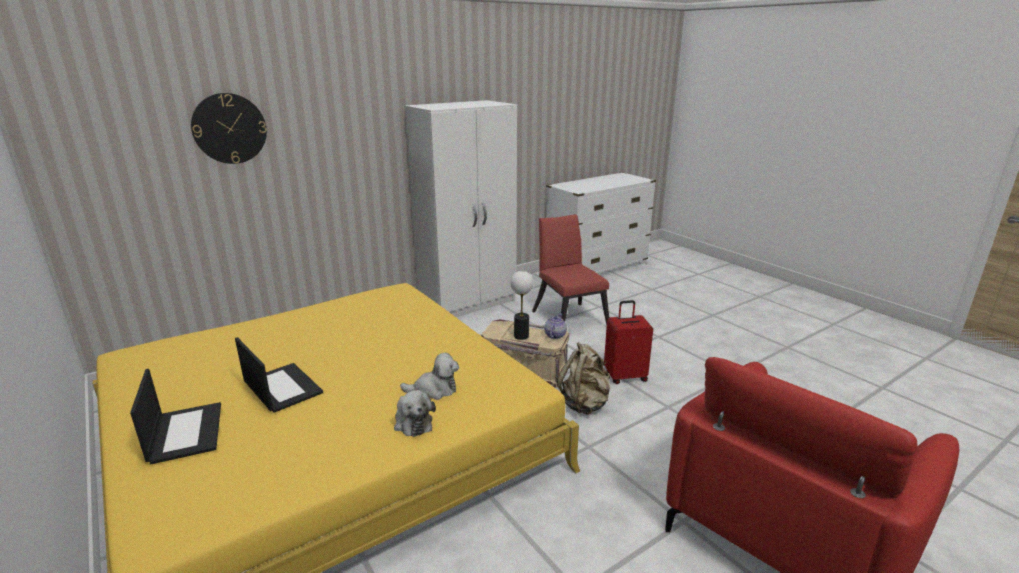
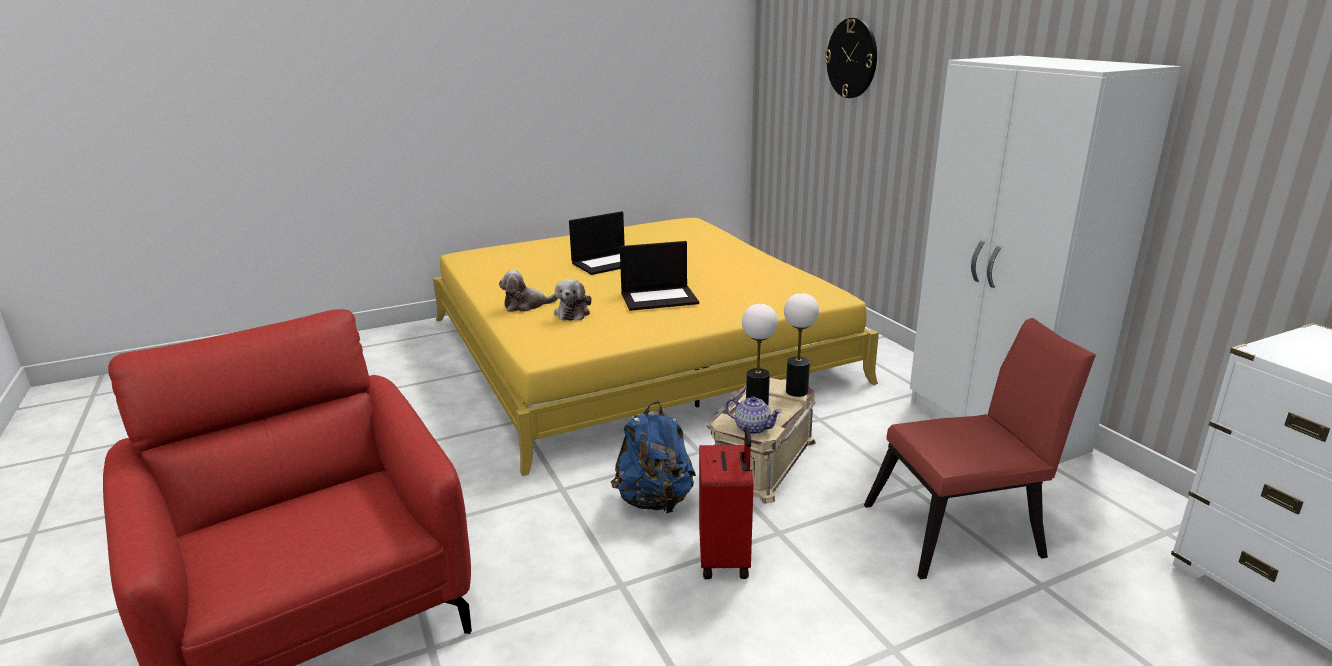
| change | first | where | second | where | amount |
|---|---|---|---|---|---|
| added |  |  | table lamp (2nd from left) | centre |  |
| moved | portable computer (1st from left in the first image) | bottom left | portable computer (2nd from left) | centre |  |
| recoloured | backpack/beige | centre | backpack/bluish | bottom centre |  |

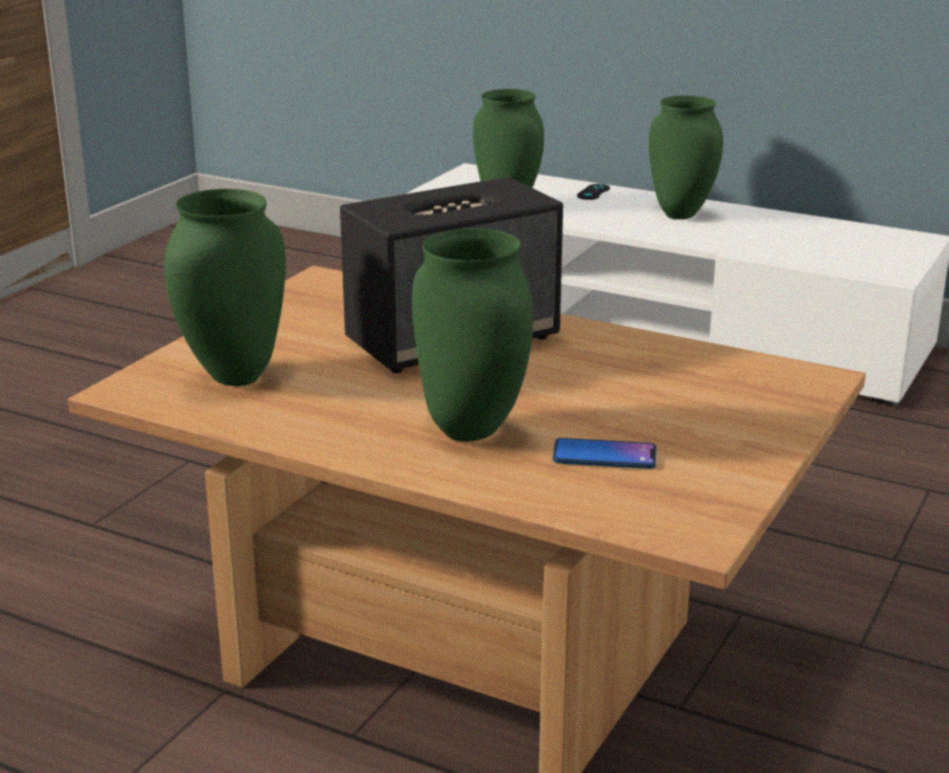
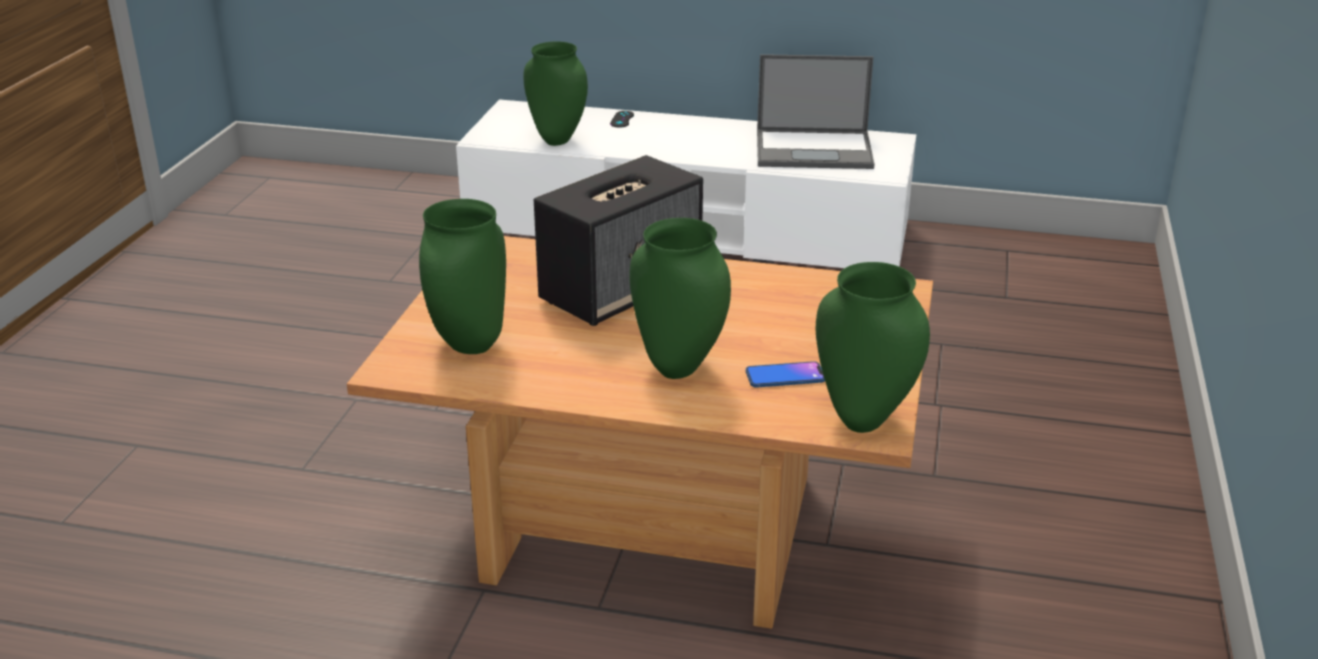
| change | first | where | second | where | amount |
|---|---|---|---|---|---|
| added |  |  | portable computer | top centre |  |
| moved | decorative vase/green-coloured (4th from left) | top right |  | centre |  |

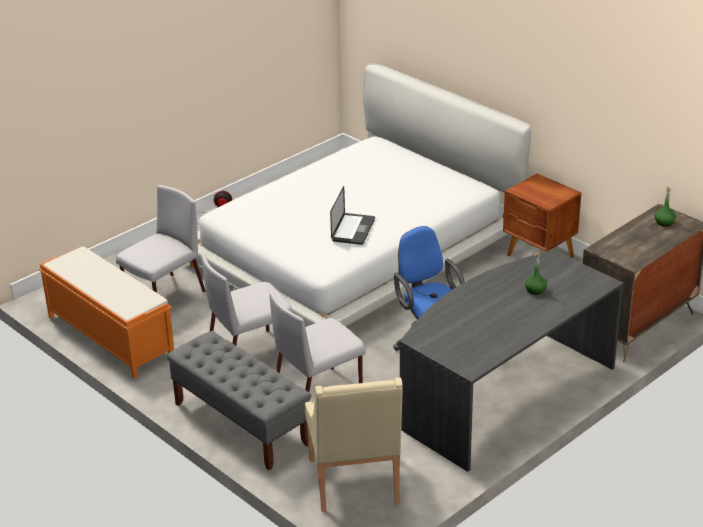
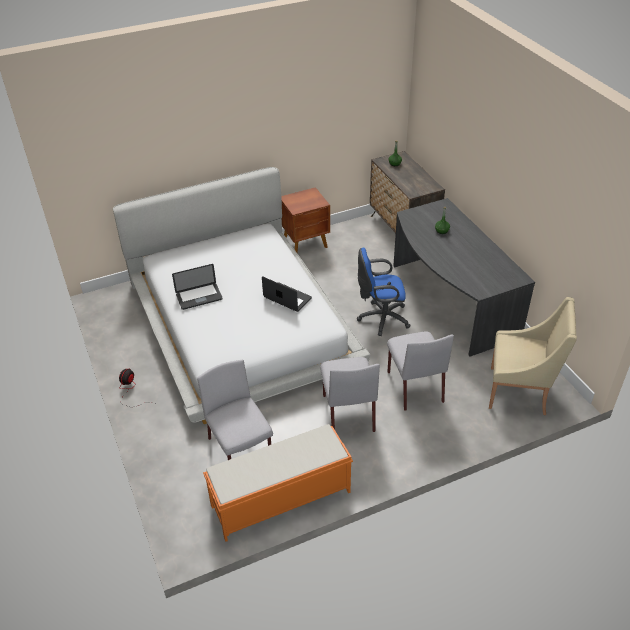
| change | first | where | second | where | amount |
|---|---|---|---|---|---|
| removed | bench/grey | bottom centre |  |  |  |
| added |  |  | portable computer (1st from left) | middle left |  |

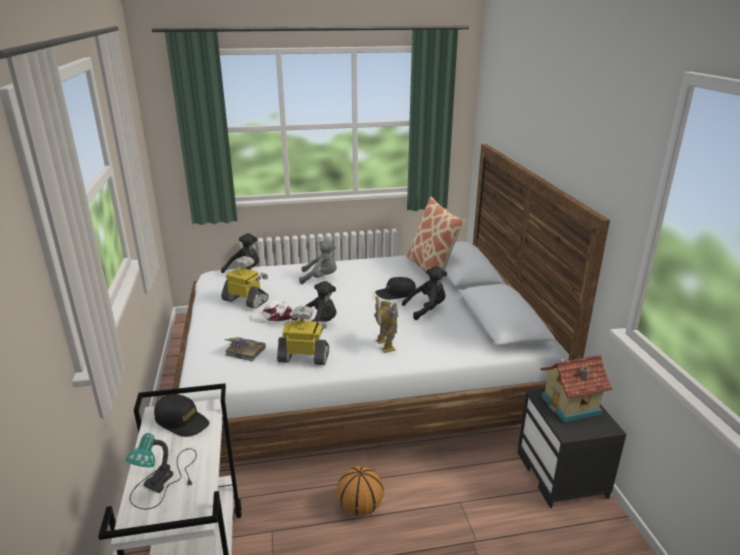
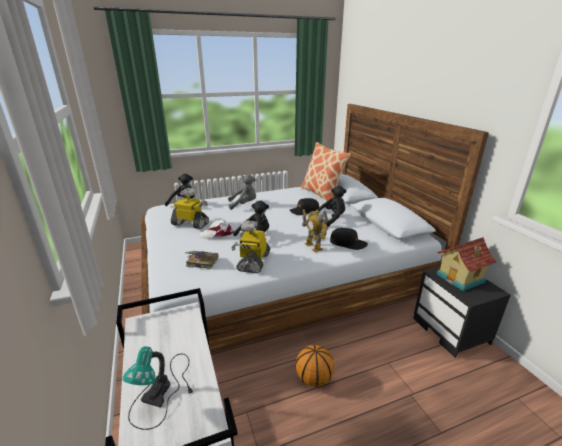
| change | first | where | second | where | amount |
|---|---|---|---|---|---|
| moved | baseball cap/blackish (1st from left in the first image) | bottom left | baseball cap/blackish (2nd from left) | centre |  |
| turned | model robot (2nd from left) | centre |  | centre | 75 degrees counterclockwise |

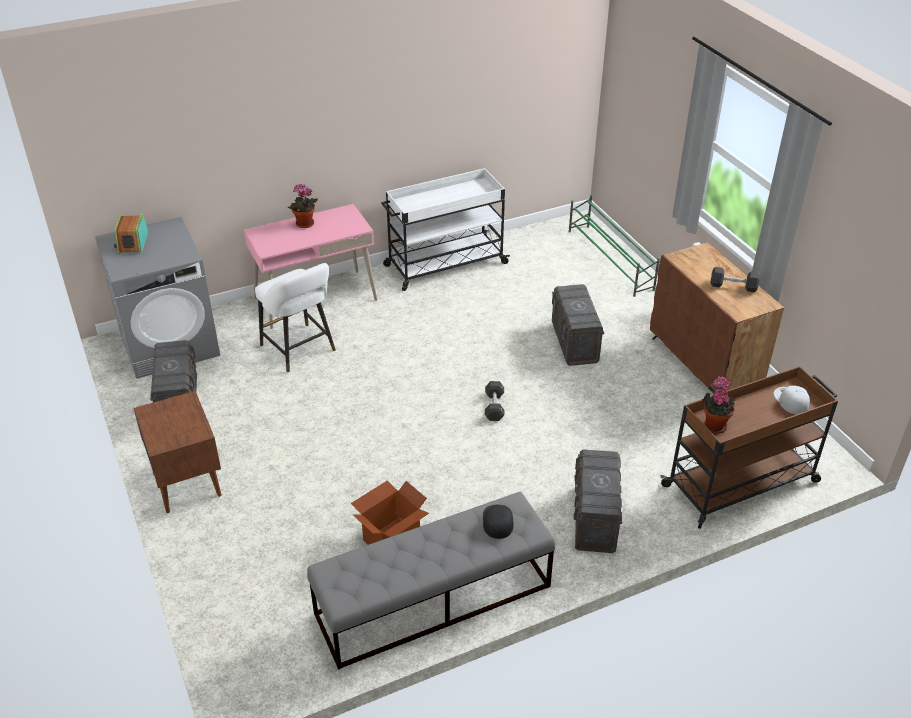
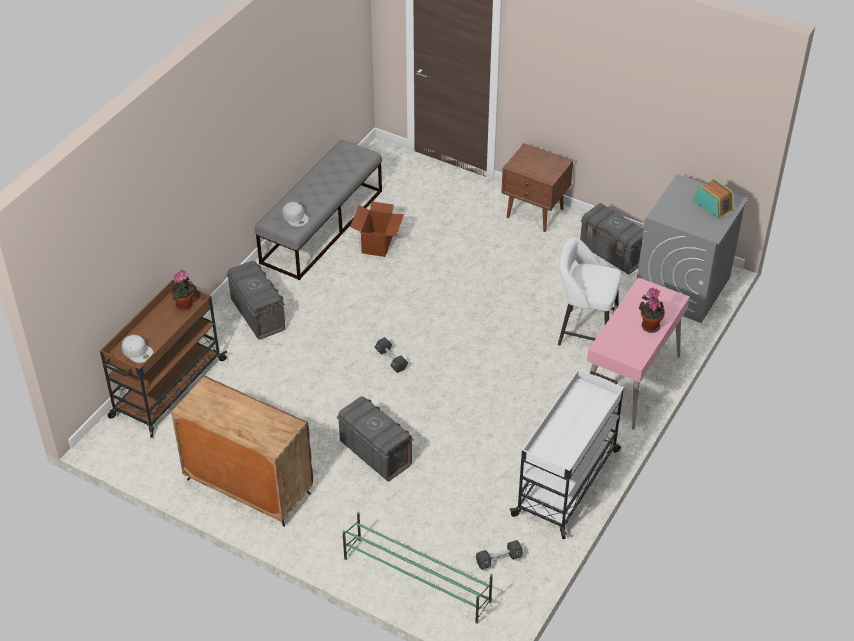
| change | first | where | second | where | amount |
|---|---|---|---|---|---|
| moved | dumbbell/blackish (2nd from left) | middle right |  | bottom centre |  |
| recoloured | baseball cap/blackish | bottom centre | baseball cap/whitish (2nd from left) | centre |  |

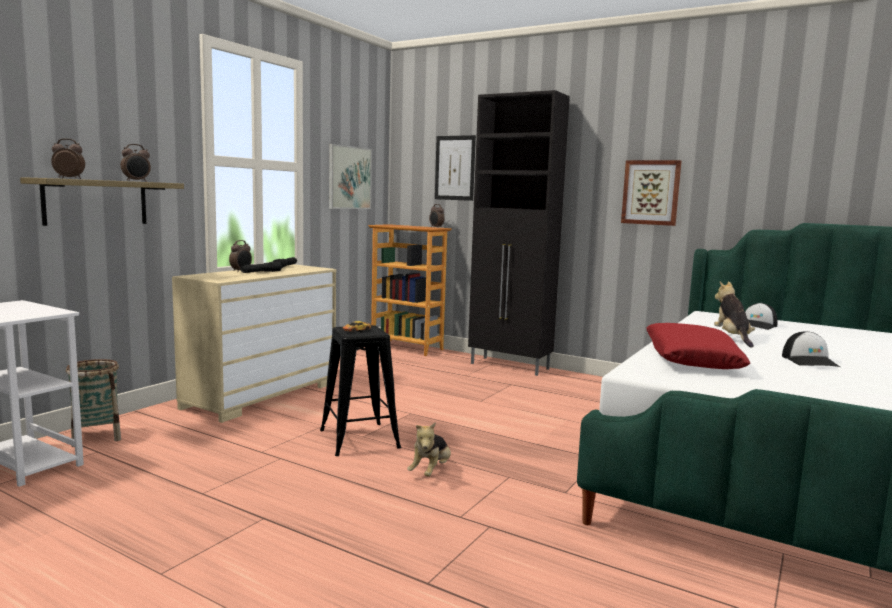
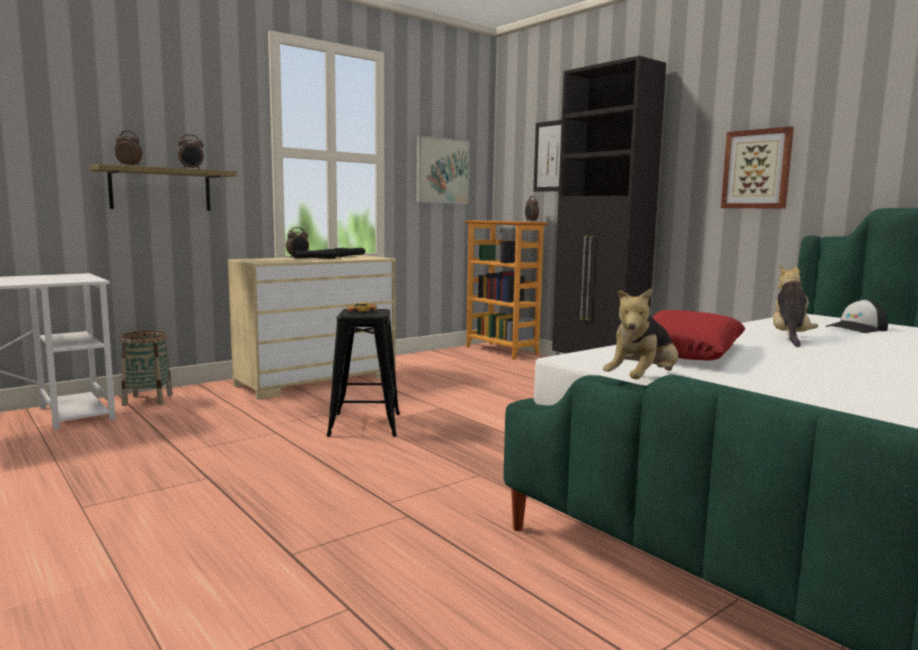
| change | first | where | second | where | amount |
|---|---|---|---|---|---|
| removed | baseball cap (2nd from left) | middle right |  |  |  |
| moved | plush toy (1st from left) | bottom centre |  | middle right |  |

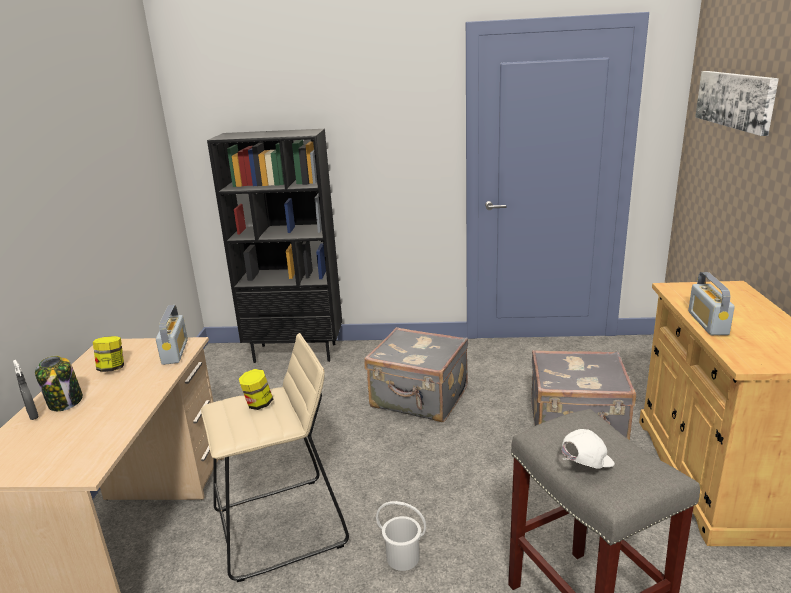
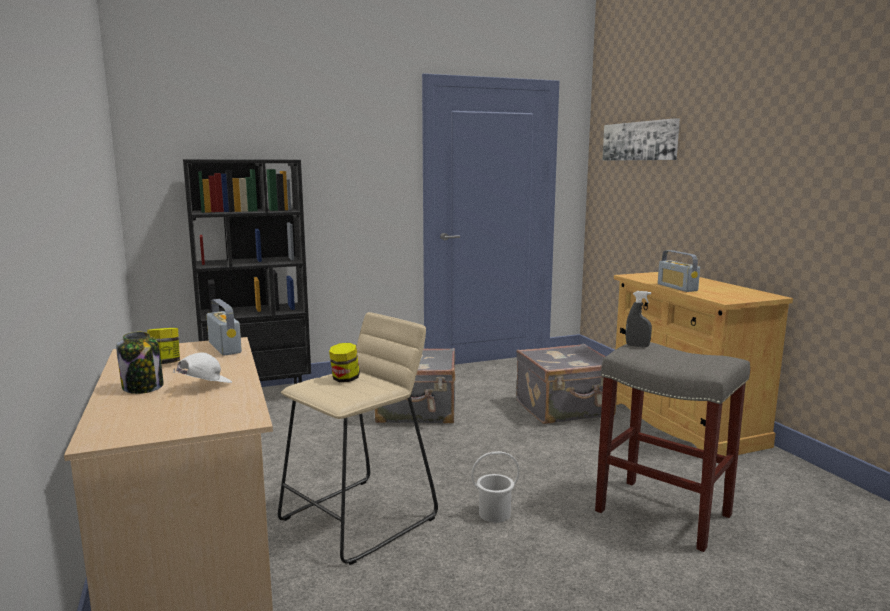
| change | first | where | second | where | amount |
|---|---|---|---|---|---|
| moved | spray bottle/grey | middle left |  | middle right |  |
| moved | baseball cap/whitish | bottom right |  | middle left |  |

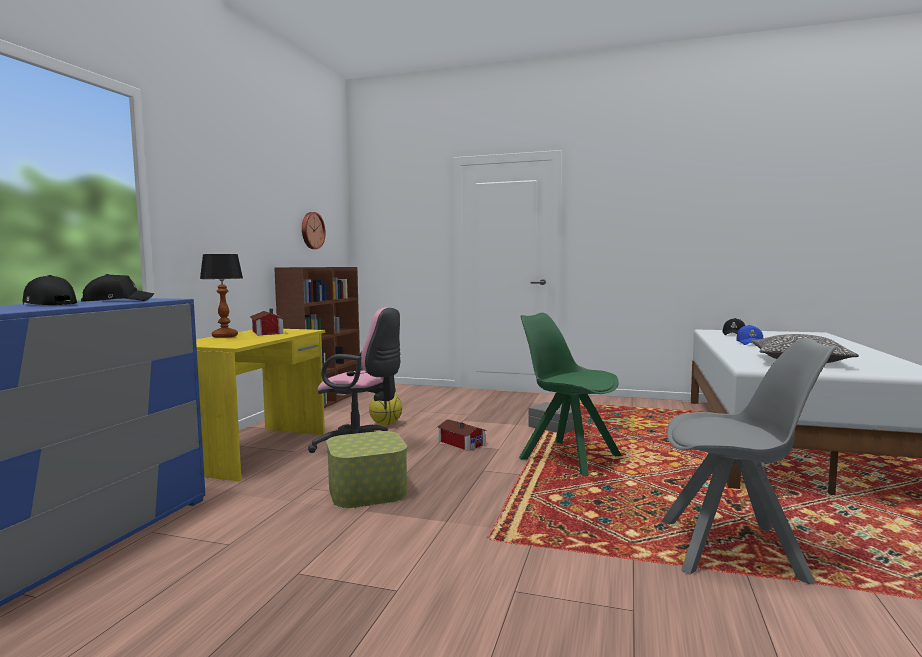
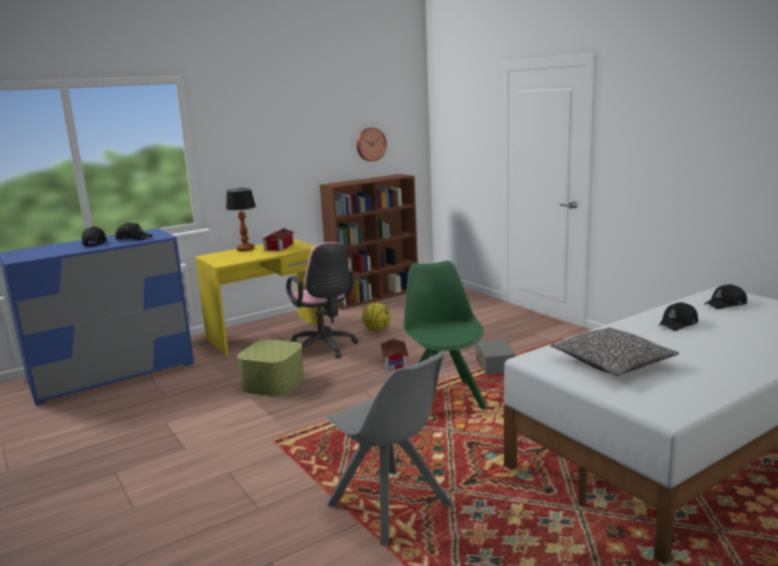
| change | first | where | second | where | amount |
|---|---|---|---|---|---|
| recoloured | baseball cap/bluish | middle right | baseball cap/blackish (3rd from left) | middle right |  |

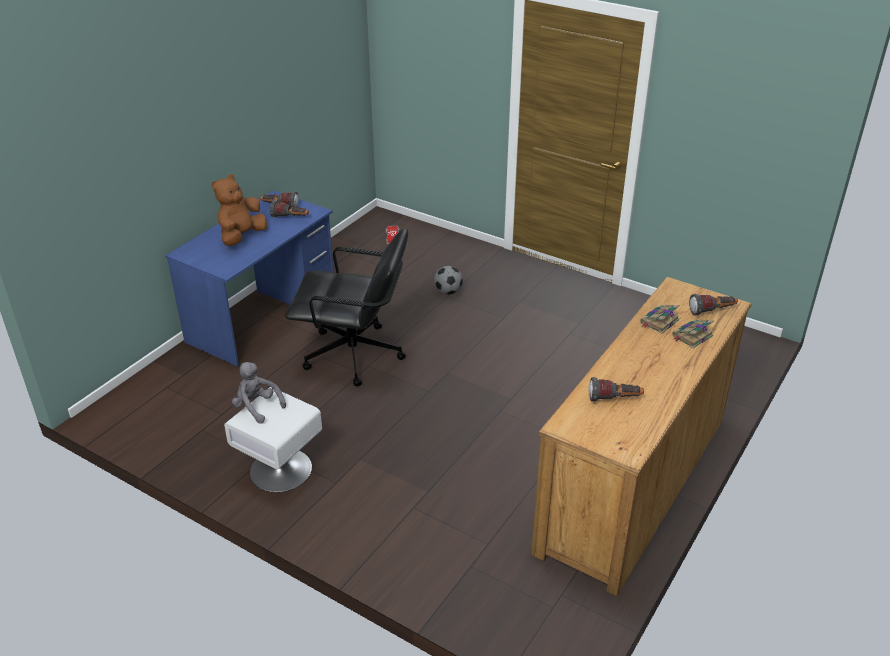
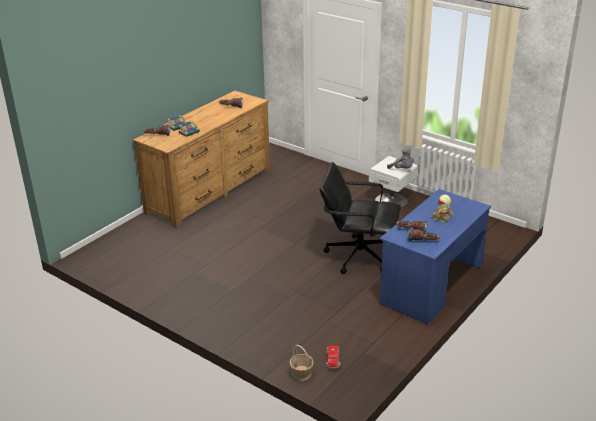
| change | first | where | second | where | amount |
|---|---|---|---|---|---|
| removed | football ball | centre |  |  |  |
| added |  |  | household basket | bottom centre |  |
| replaced | plush toy/brown | top left | model robot | middle right |  |

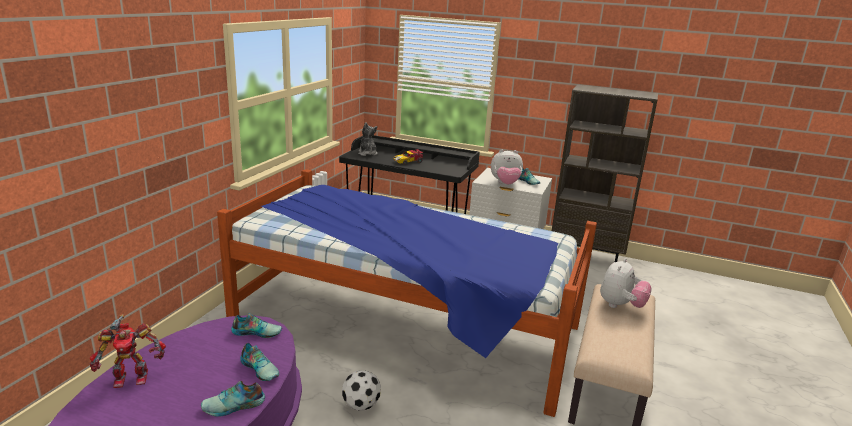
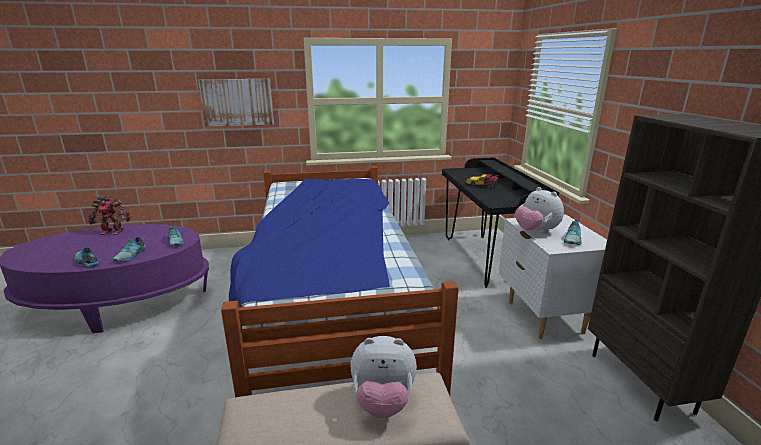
| change | first | where | second | where | amount |
|---|---|---|---|---|---|
| removed | football ball | bottom centre |  |  |  |
| removed | plush toy (1st from left) | top centre |  |  |  |
| added |  |  | picture | top left |  |
| turned | model robot | bottom left |  | middle left | 45 degrees counterclockwise |

